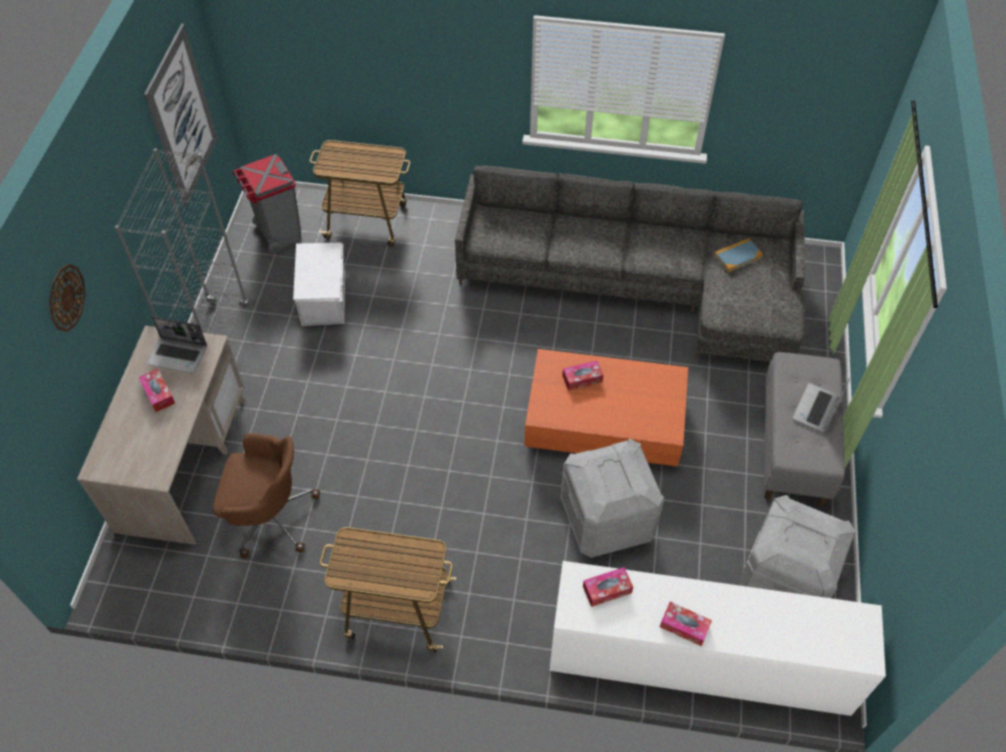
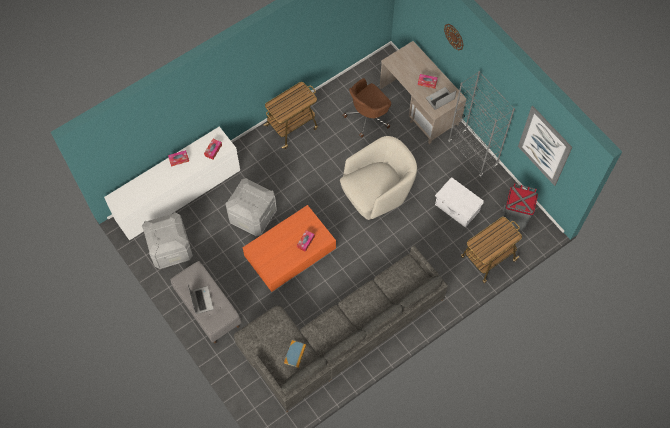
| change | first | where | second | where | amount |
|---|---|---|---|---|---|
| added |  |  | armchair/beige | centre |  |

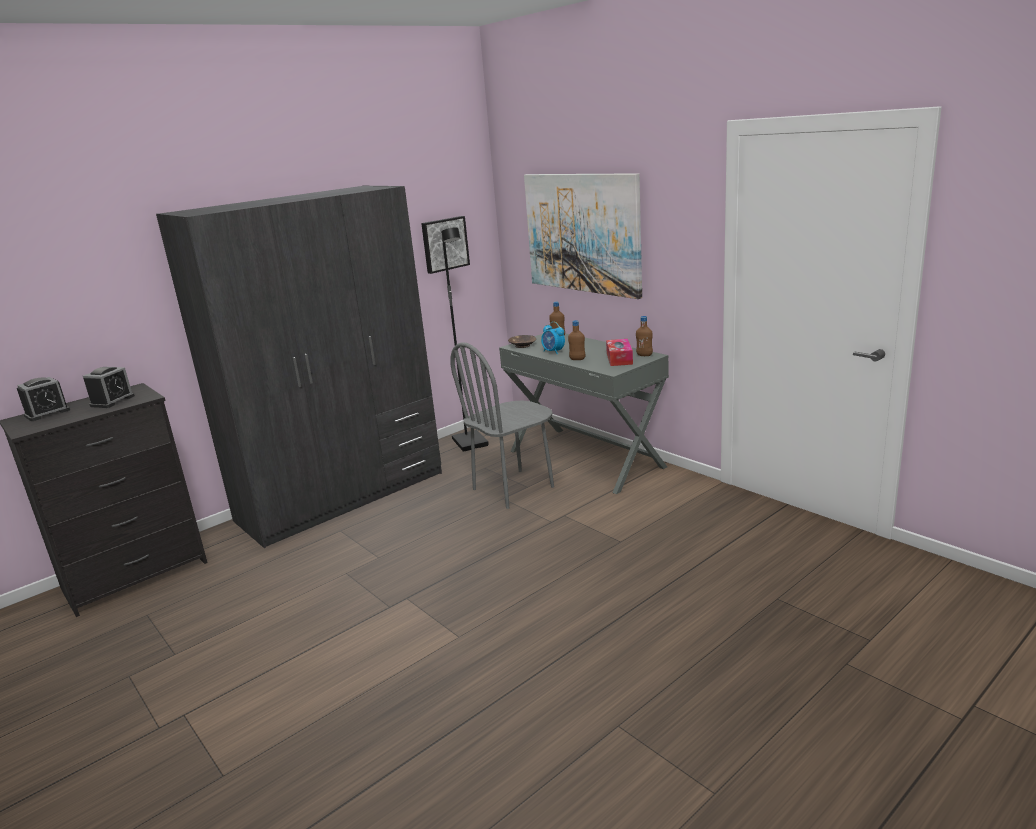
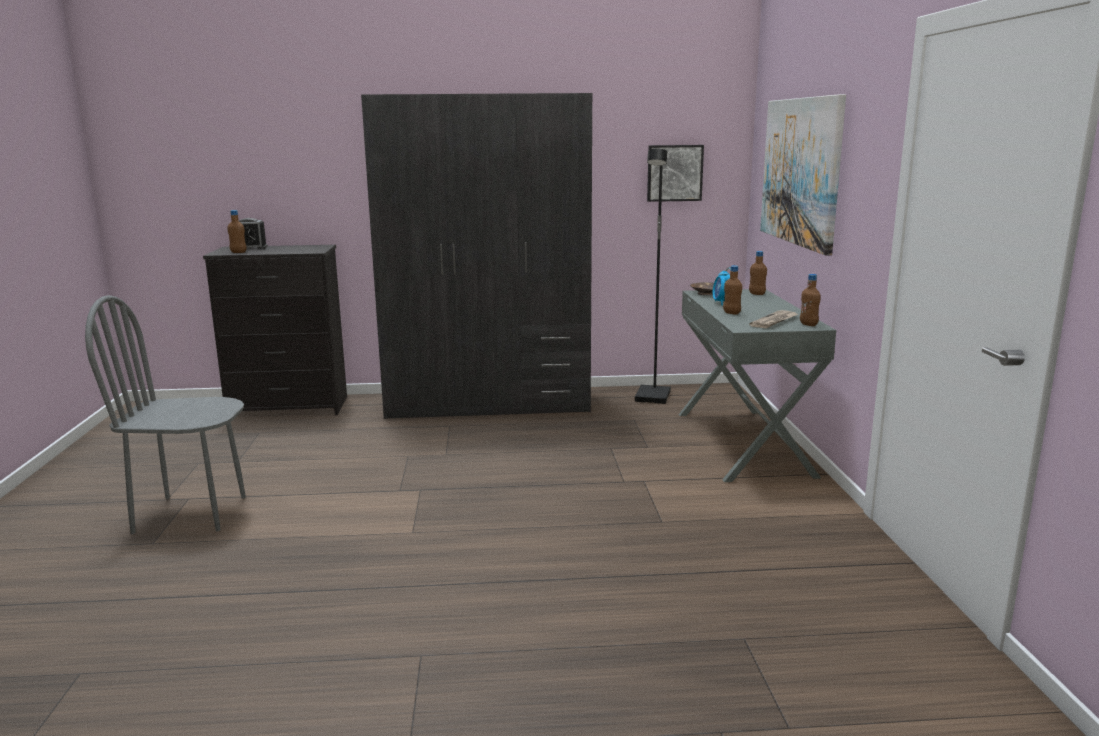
| change | first | where | second | where | amount |
|---|---|---|---|---|---|
| removed | alarm clock (2nd from left) | middle left |  |  |  |
| added |  |  | drink bottle/brown (1st from left) | top left |  |
| moved | chair/grey | centre |  | middle left |  |
| replaced | box of tissues | centre | newspaper | middle right |  |

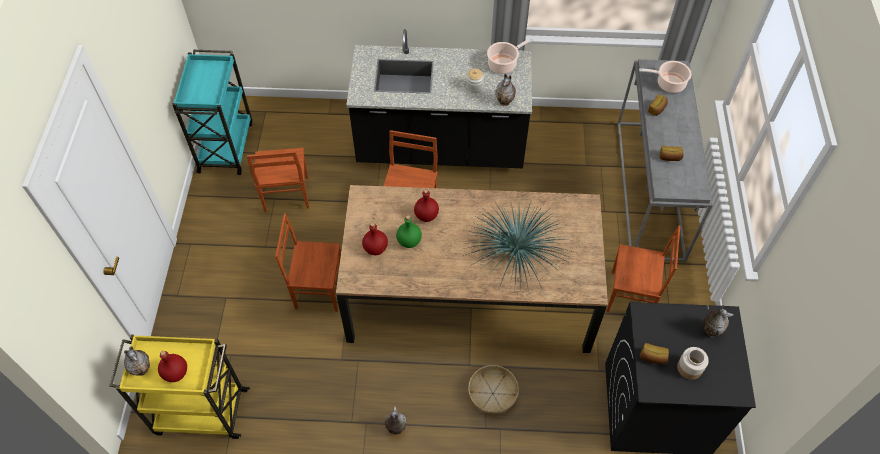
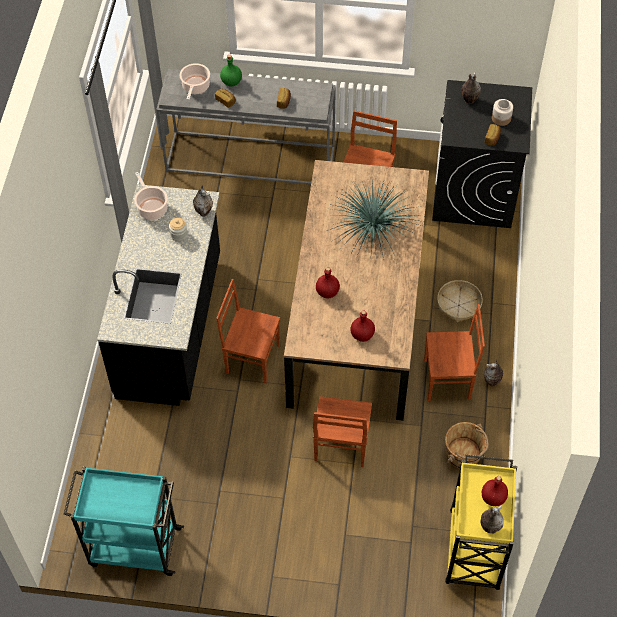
| change | first | where | second | where | amount |
|---|---|---|---|---|---|
| added |  |  | water bucket/brown | bottom right |  |
| moved | chair/brown (1st from left in the first image) | middle left | chair/brown (4th from left) | middle right |  |
| moved | drink bottle/green-coloured | centre |  | top centre |  |

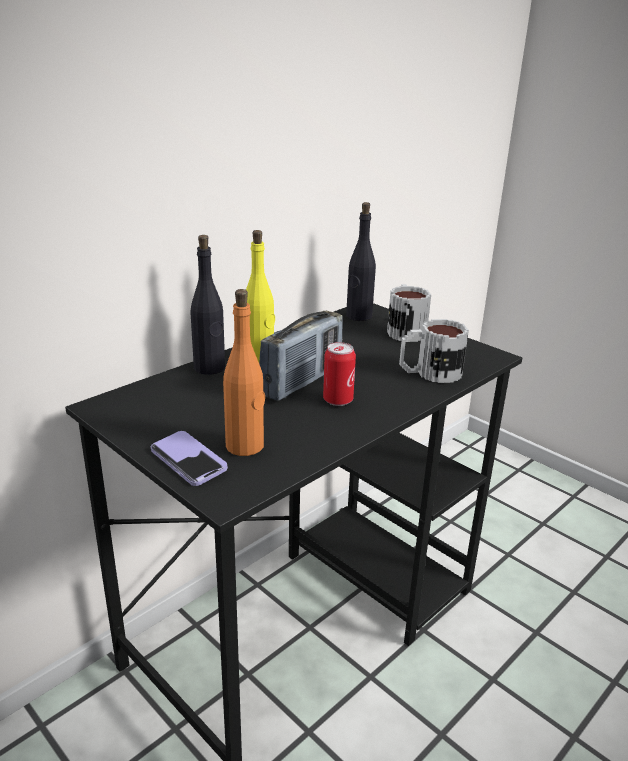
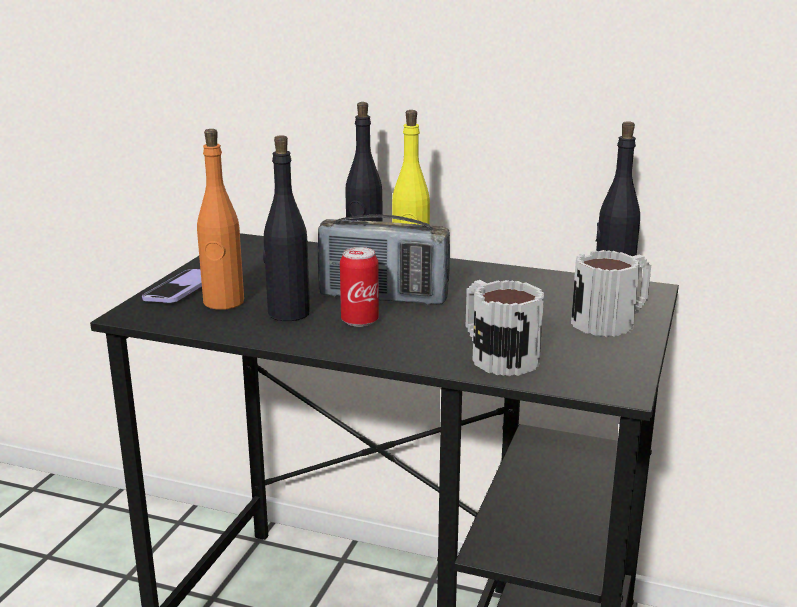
| change | first | where | second | where | amount |
|---|---|---|---|---|---|
| added |  |  | drink bottle/blackish (1st from left) | centre |  |

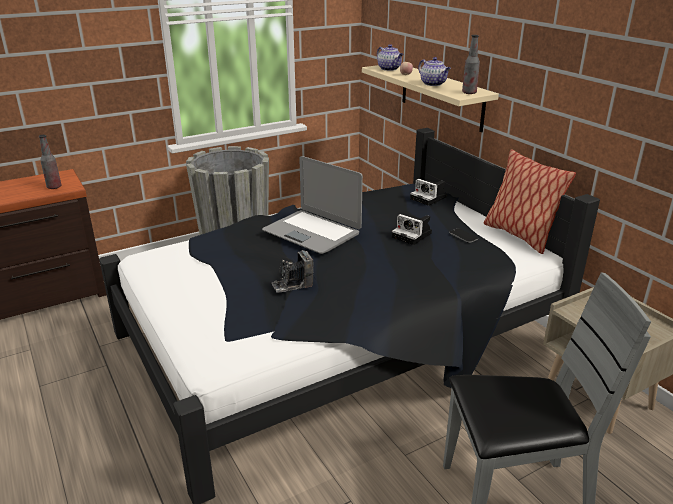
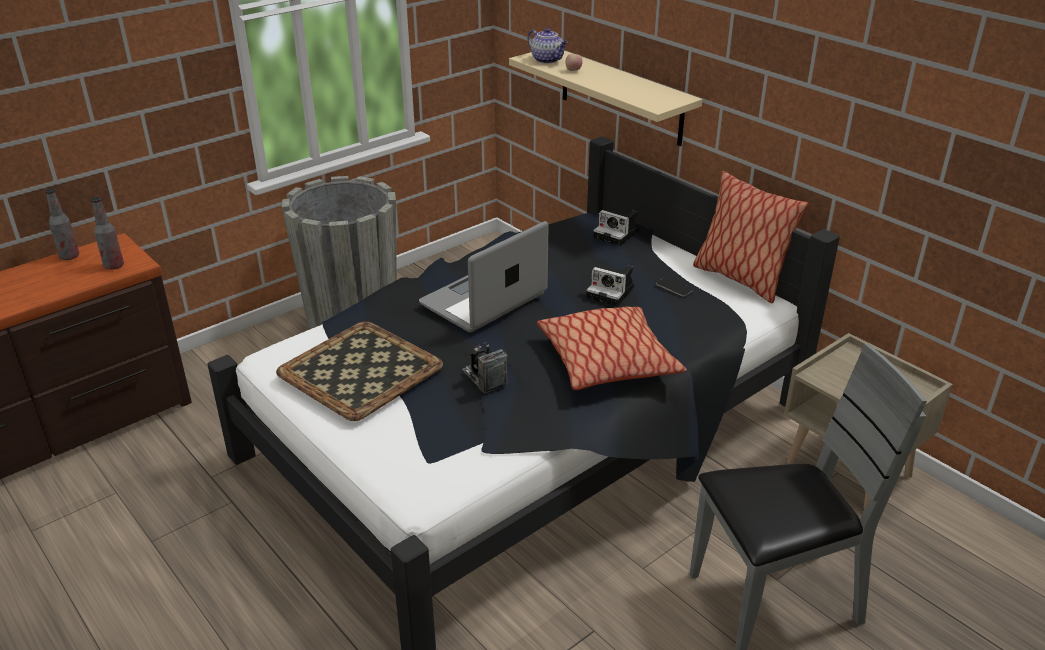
| change | first | where | second | where | amount |
|---|---|---|---|---|---|
| removed | pot for tea (2nd from left) | top centre |  |  |  |
| added |  |  | tray | centre |  |
| added |  |  | pillow (1st from left) | centre |  |
| moved | drink bottle (2nd from left in the first image) | top right | drink bottle (1st from left) | middle left |  |
| turned | portable computer | centre |  | centre | 105 degrees clockwise |
| turned | still camera (1st from left) | centre |  | centre | 90 degrees clockwise |

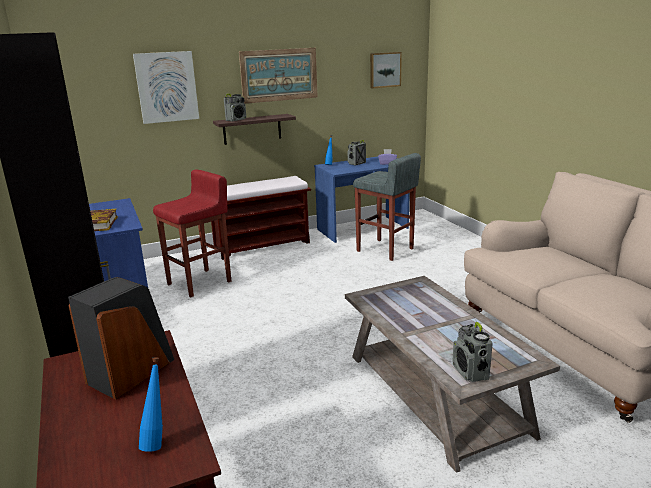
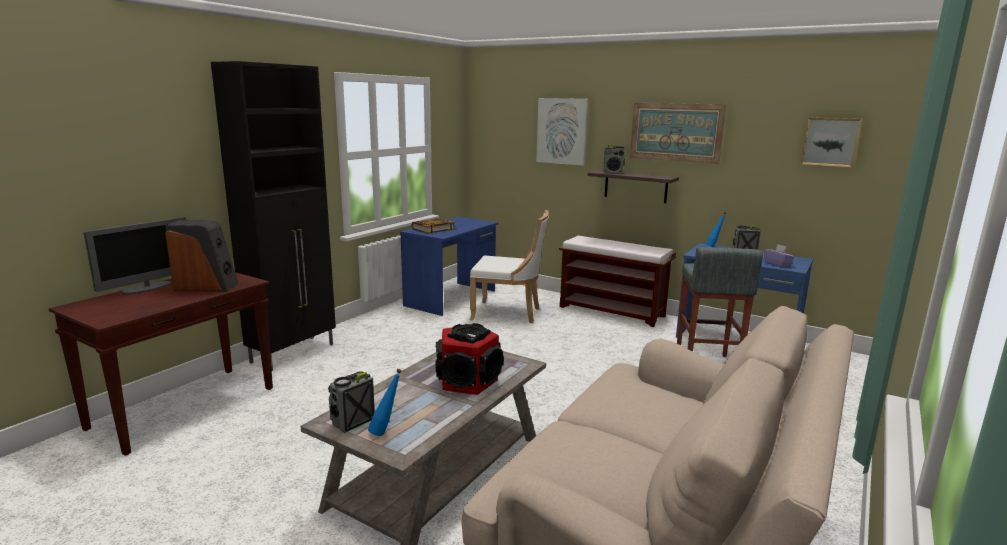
| change | first | where | second | where | amount |
|---|---|---|---|---|---|
| added |  |  | computer screen | middle left |  |
| added |  |  | audio speaker (2nd from left) | centre |  |
| moved | drink bottle/bluish (1st from left) | bottom left |  | bottom centre |  |
| replaced | sitting stool/red | middle left | chair/whitish | centre |  |

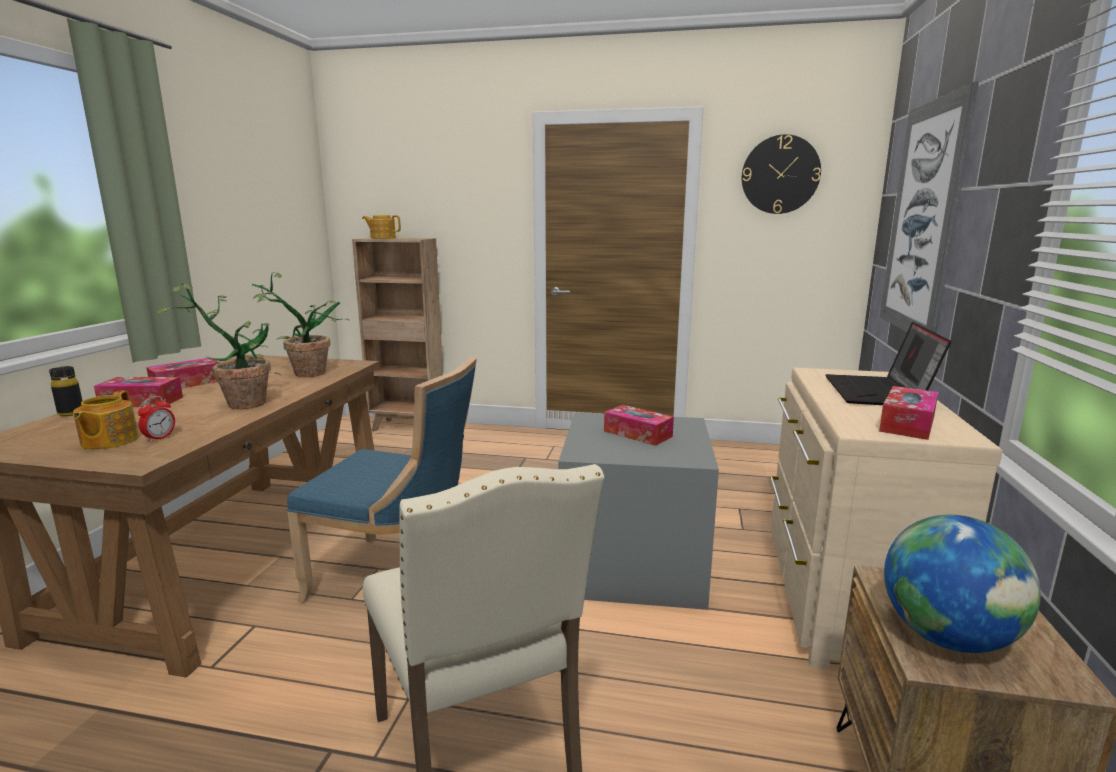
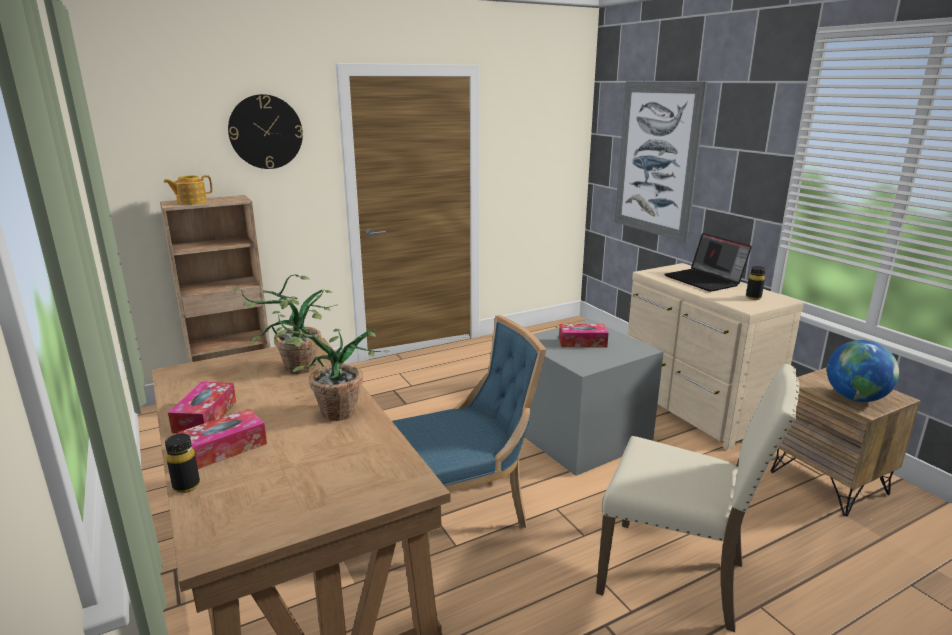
| change | first | where | second | where | amount |
|---|---|---|---|---|---|
| removed | pot for tea (1st from left) | middle left |  |  |  |
| removed | alarm clock | middle left |  |  |  |
| moved | clock on the wall | top right |  | top left |  |
| replaced | box of tissues (4th from left) | middle right | drink bottle/blackish (2nd from left) | middle right |  |

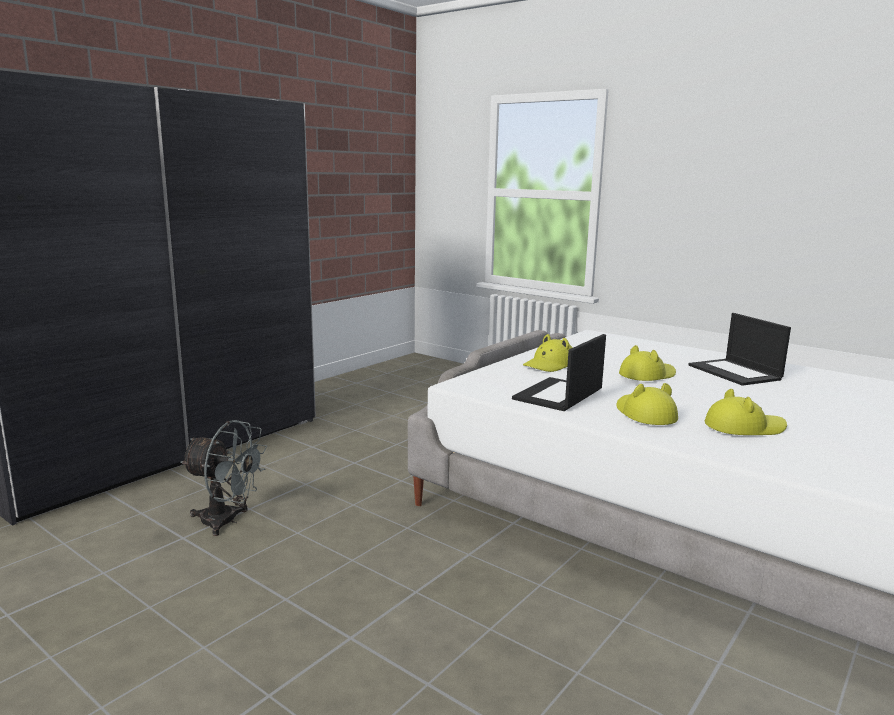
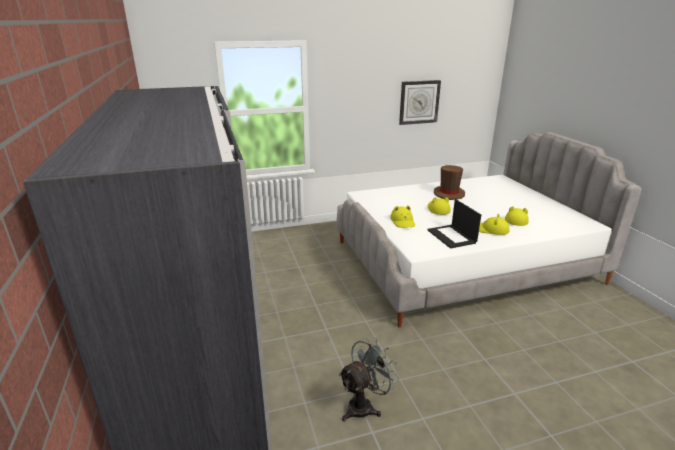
| change | first | where | second | where | amount |
|---|---|---|---|---|---|
| added |  |  | clock on the wall | top centre |  |
| replaced | portable computer (2nd from left) | middle right | hat/brown | centre |  |

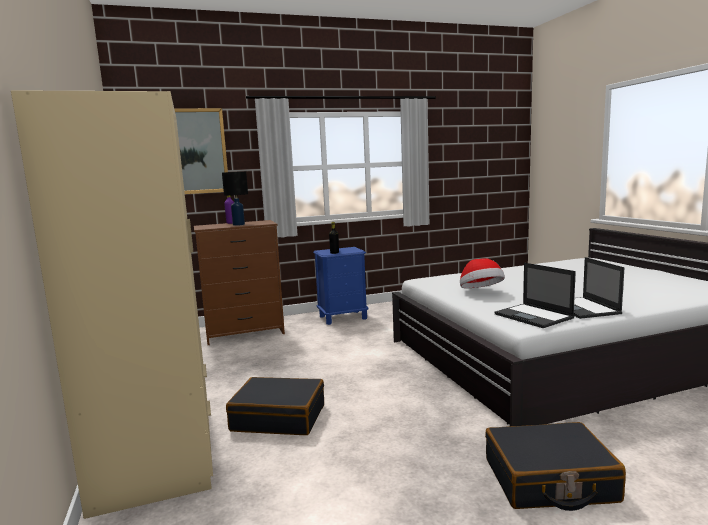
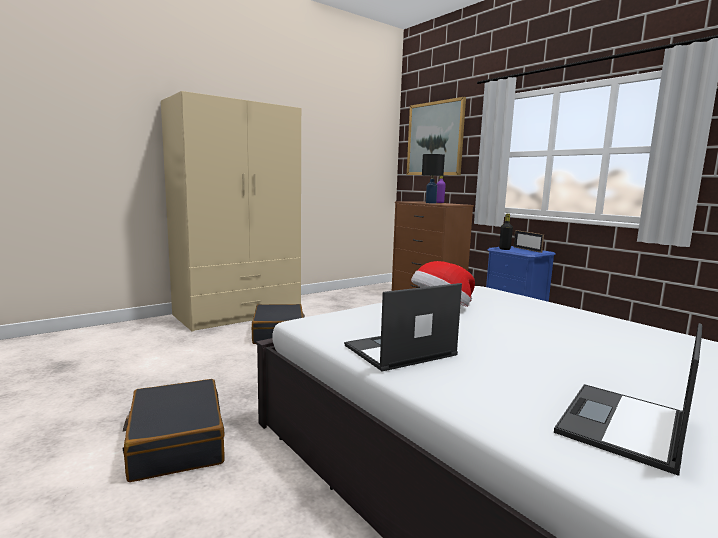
| change | first | where | second | where | amount |
|---|---|---|---|---|---|
| added |  |  | standing frame | middle right |  |
| moved | portable computer (1st from left in the first image) | middle right | portable computer (2nd from left) | bottom right |  |

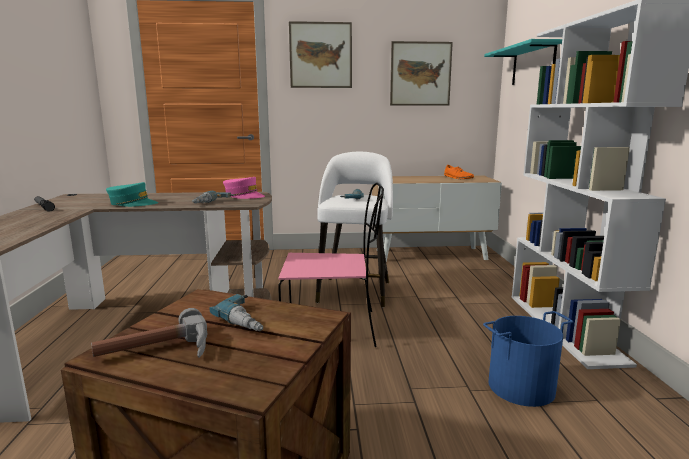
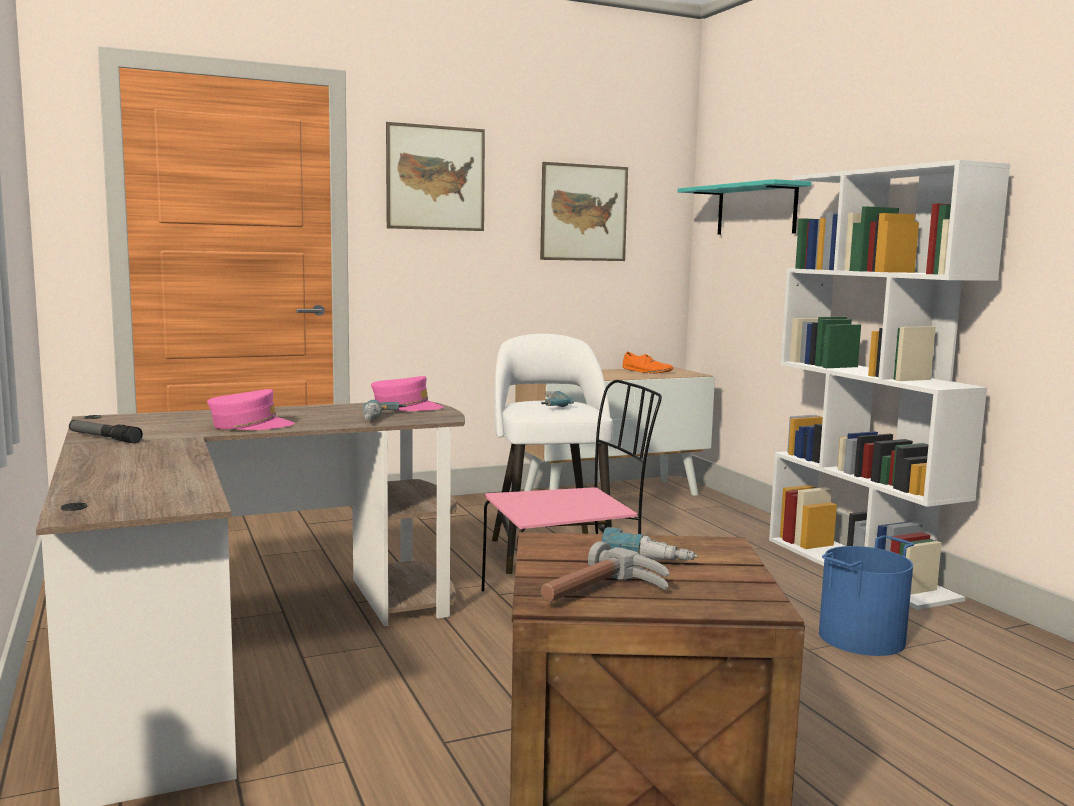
| change | first | where | second | where | amount |
|---|---|---|---|---|---|
| recoloured | baseball cap/turquoise-coloured | middle left | baseball cap/pink-coloured (1st from left) | middle left |  |

